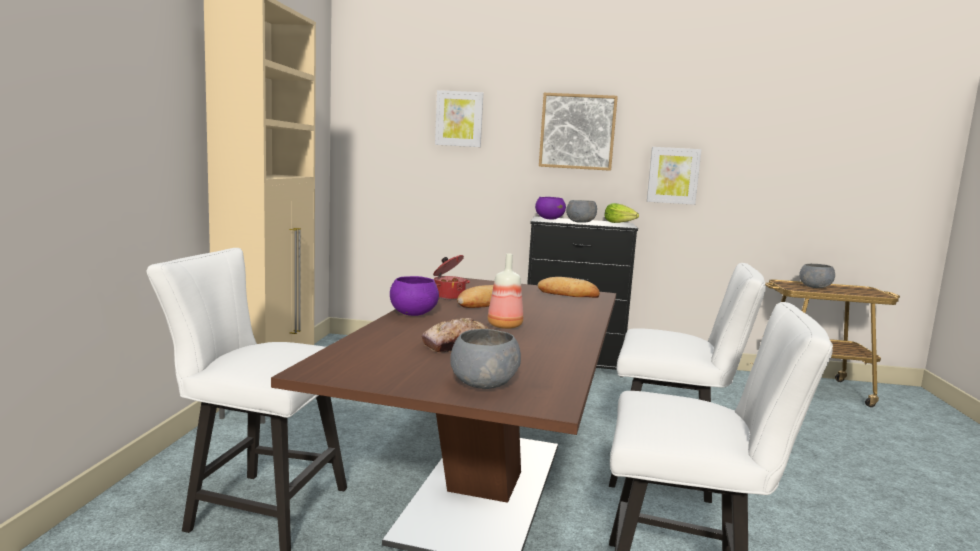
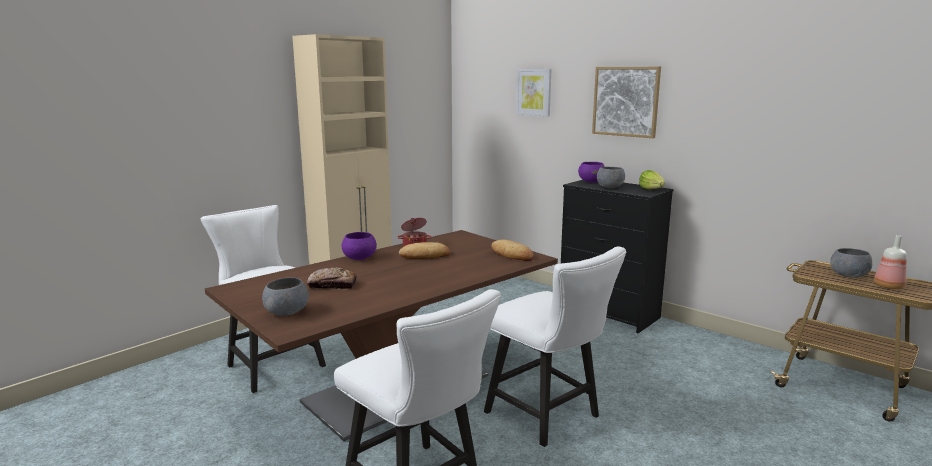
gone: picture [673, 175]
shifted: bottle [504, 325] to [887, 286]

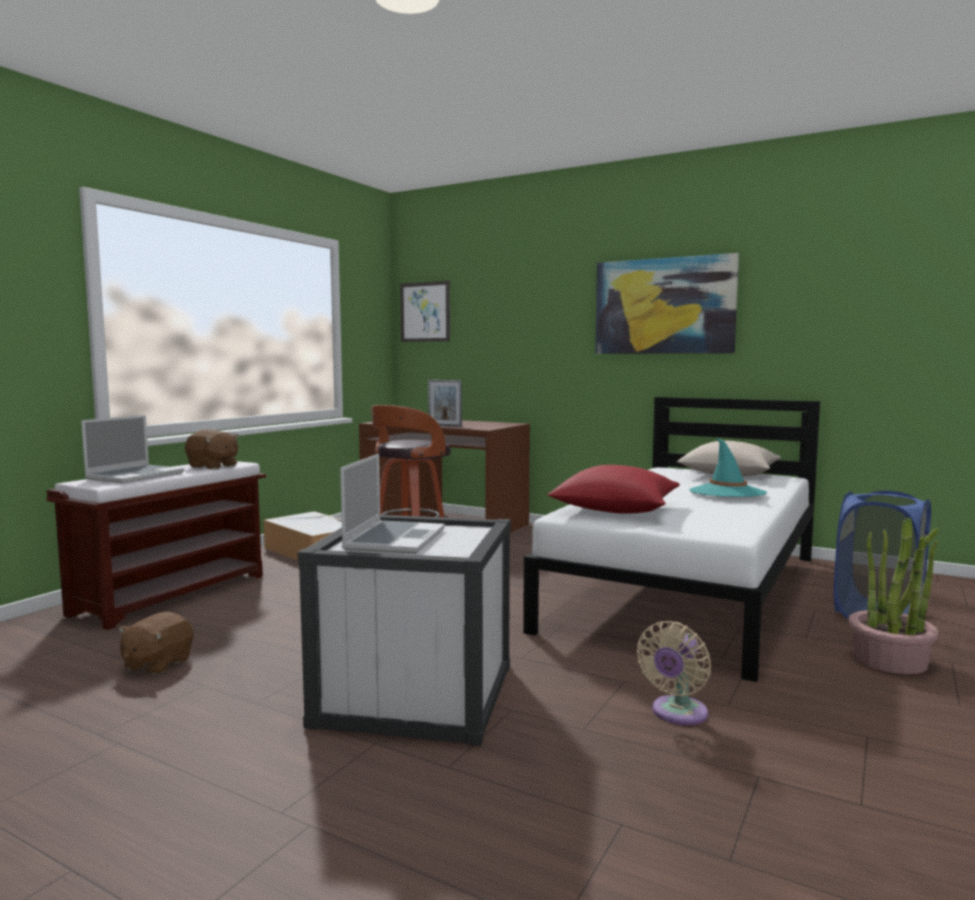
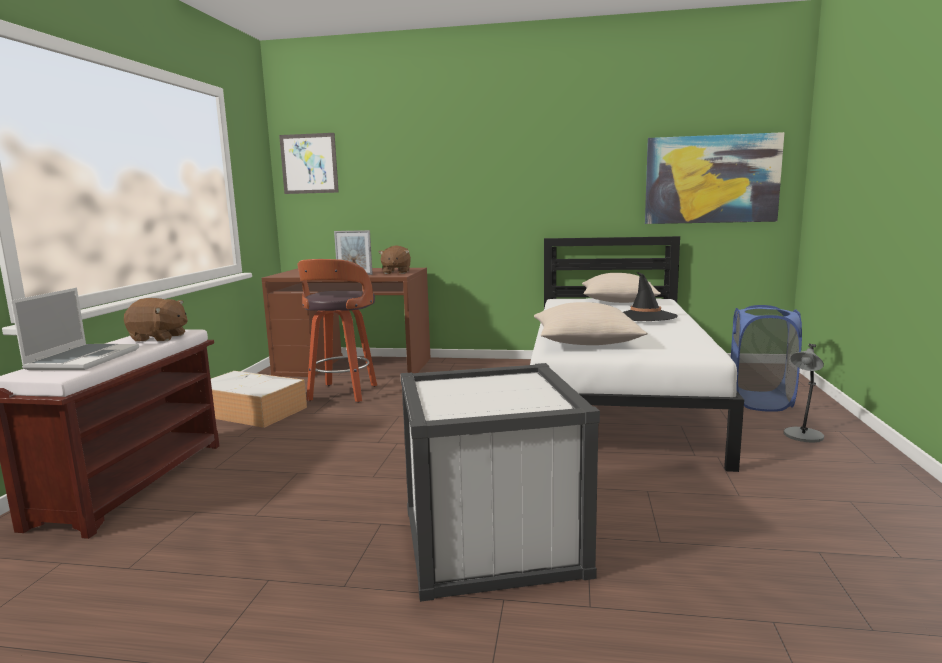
gone: laptop [394, 539]; fan/beige [677, 714]
shifted: plush toy/brown [157, 664] to [396, 272]; picture [664, 306] to [711, 179]
swapped: potted plant [890, 660] to table lamp/grey [803, 436]
repainted: pillow/red [615, 510] to pillow/beige [585, 342]; hat/turquoise [727, 492] to hat/black [645, 317]

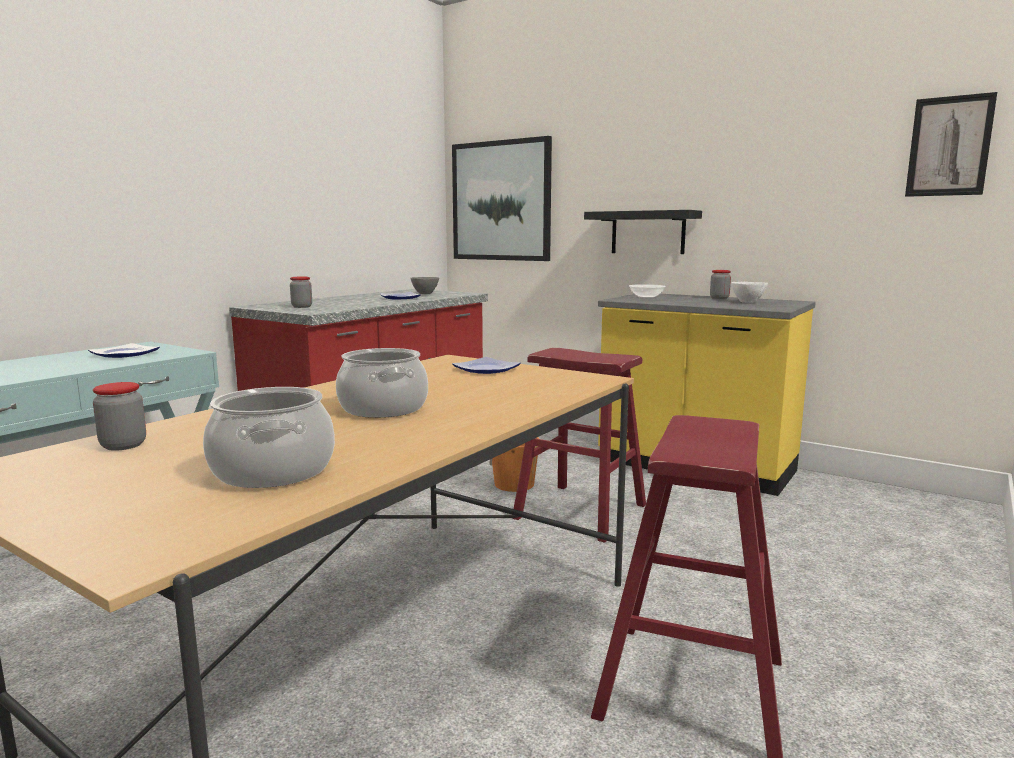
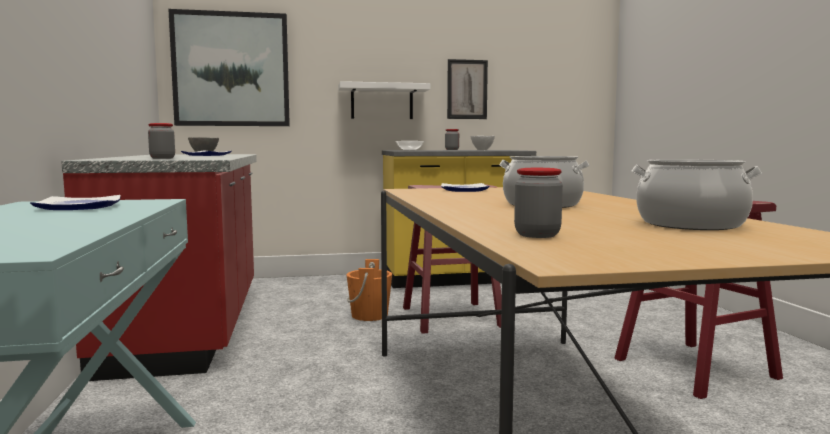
shifted: picture [949, 146] to [467, 89]
repainted: shelf/black [648, 232] to shelf/white [382, 102]

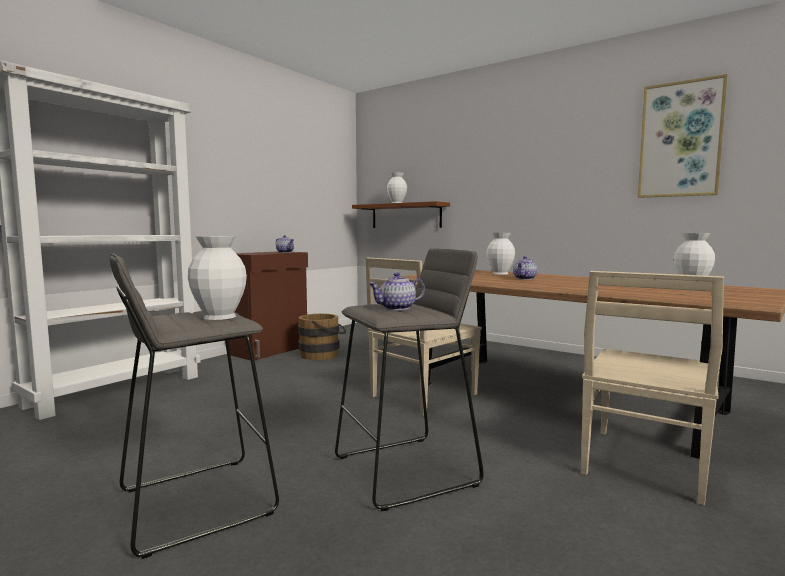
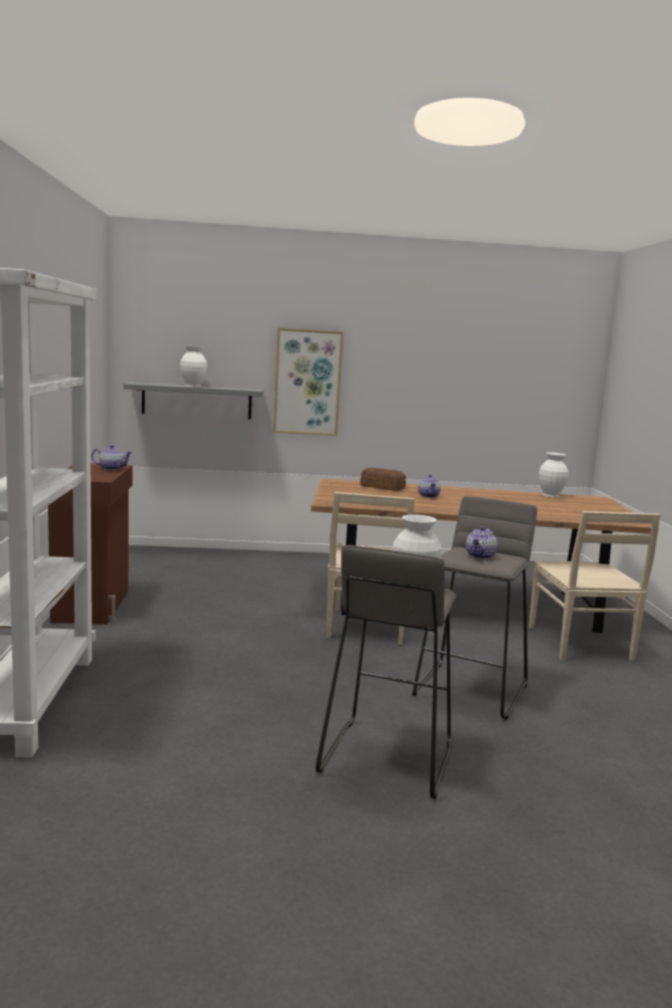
gone: bucket/brown [323, 355]
shifted: picture [680, 139] to [307, 382]
swapped: vase/white [499, 273] to bread [382, 487]
repainted: shelf/brown [406, 216] to shelf/grey [197, 401]

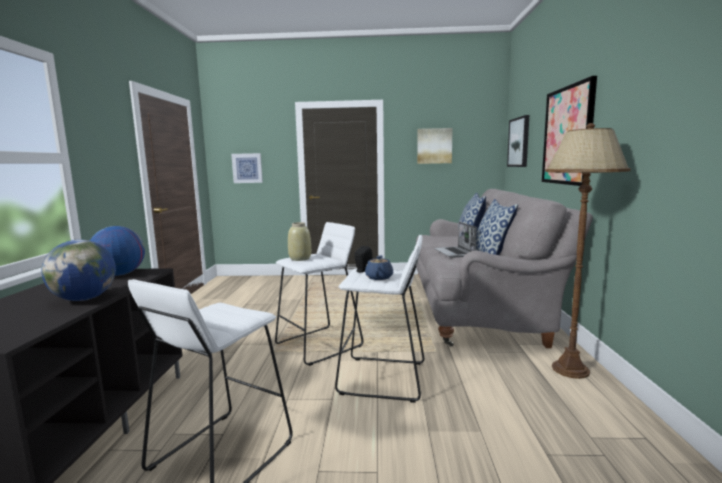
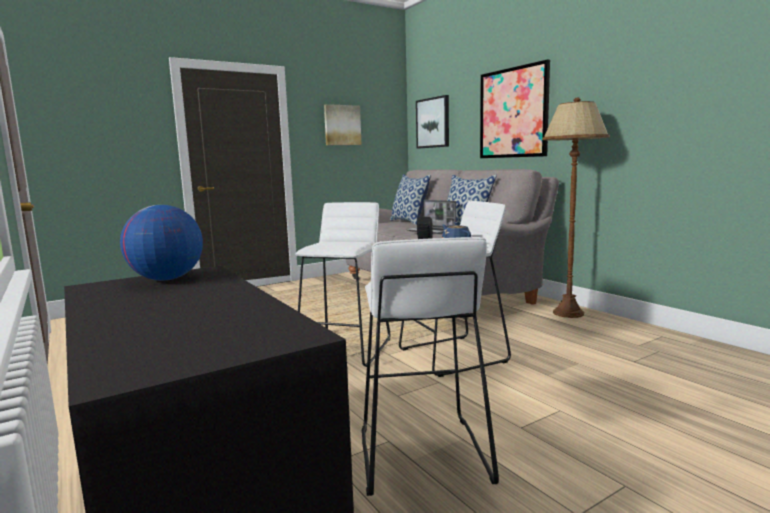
gone: globe [85, 299]; picture [247, 168]; vase/beige [300, 258]

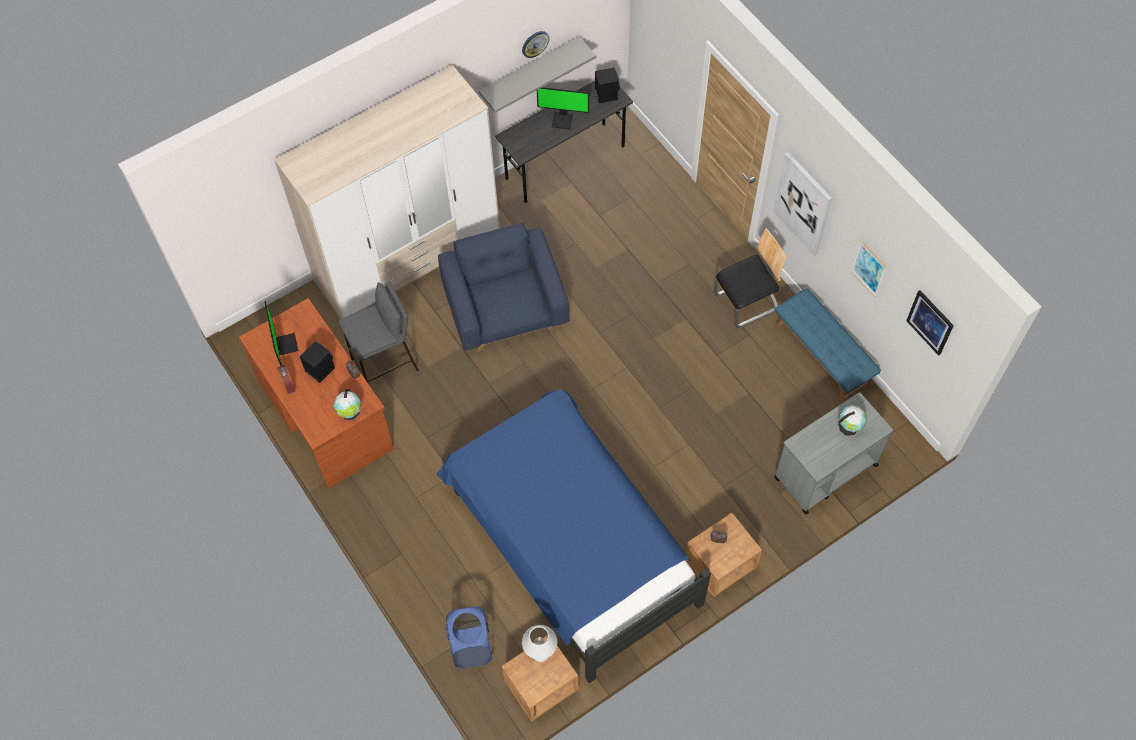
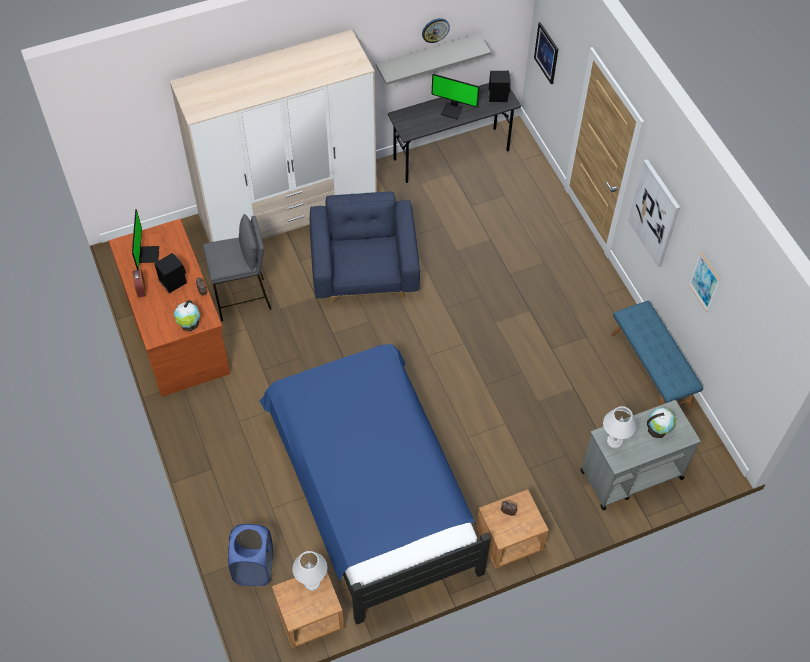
gone: chair [746, 302]
new: table lamp/white [614, 441]
shifted: picture [930, 322] to [546, 53]

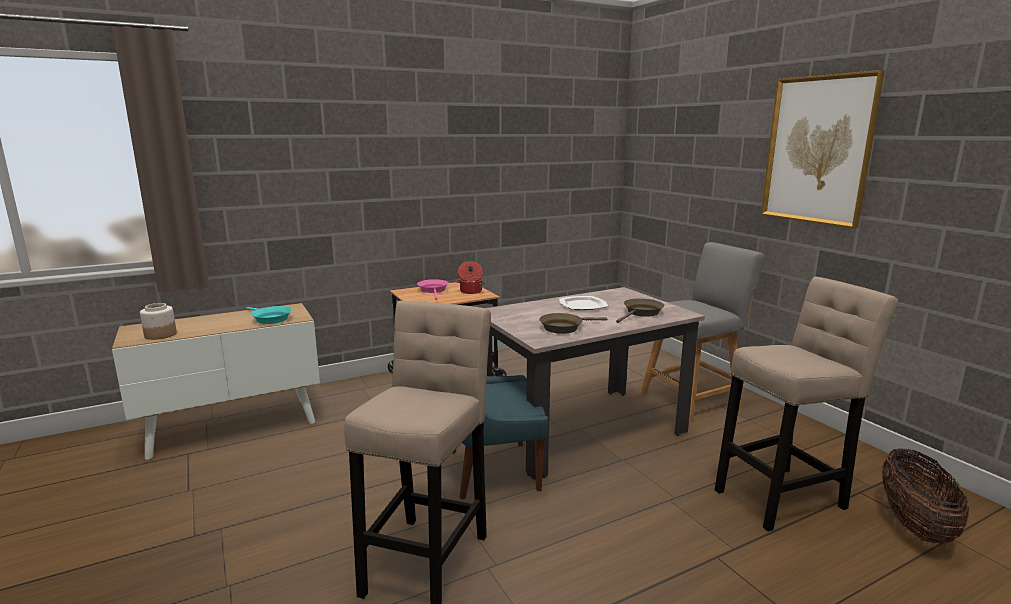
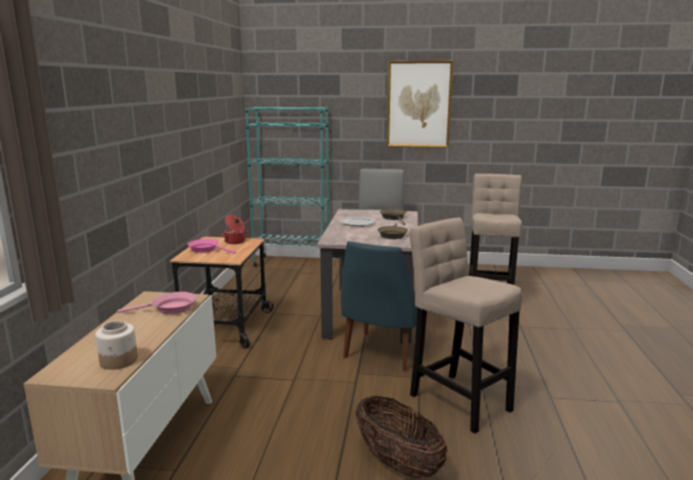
new: bookcase/turquoise [292, 262]
shifted: basket [914, 524] to [397, 463]
repainted: frying pan/turquoise [269, 319] to frying pan/pink [170, 308]

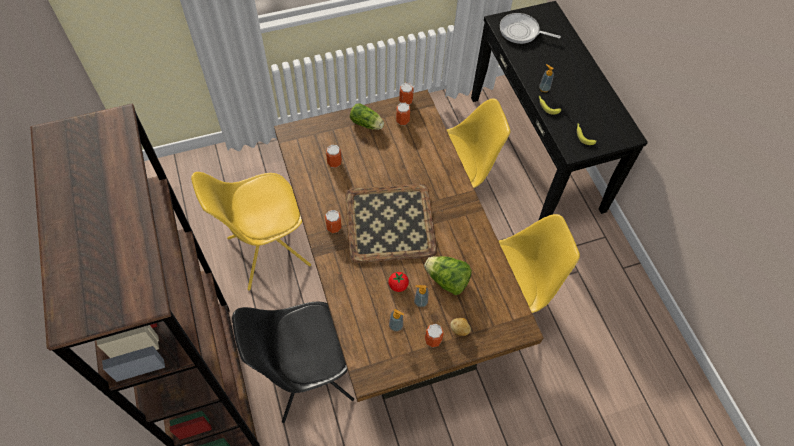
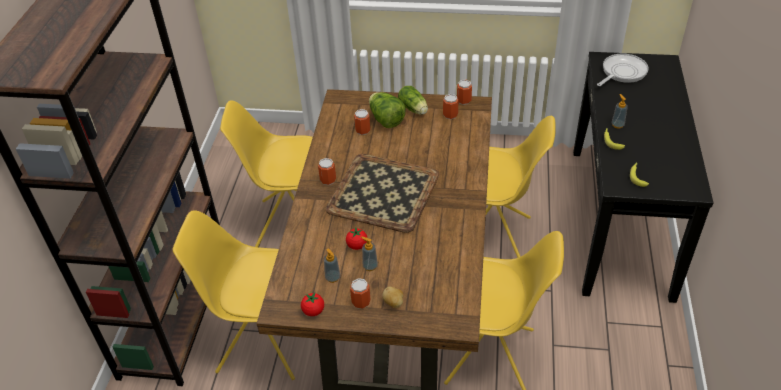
new: tomato [313, 311]
shifted: lettuce [447, 280] to [386, 120]
repainted: chair/black [307, 378] to chair/yellow [262, 343]
rotated: frying pan [521, 32] = [622, 72] 90 degrees clockwise

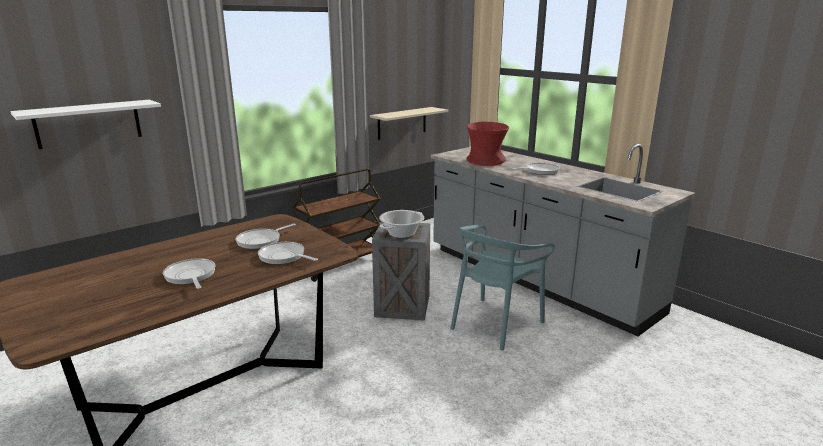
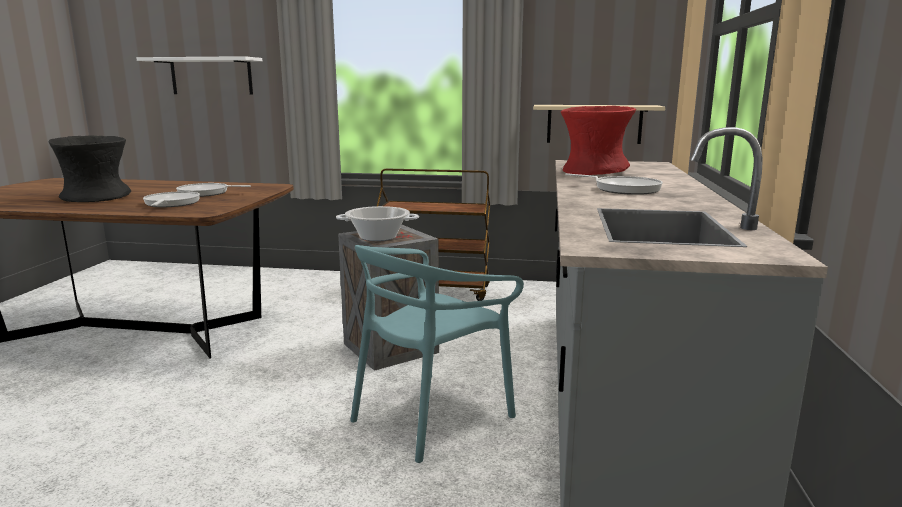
swapped: frying pan [190, 276] to vase/black [96, 197]
rotated: chair/turquoise [495, 323] = [431, 415] 45 degrees counterclockwise

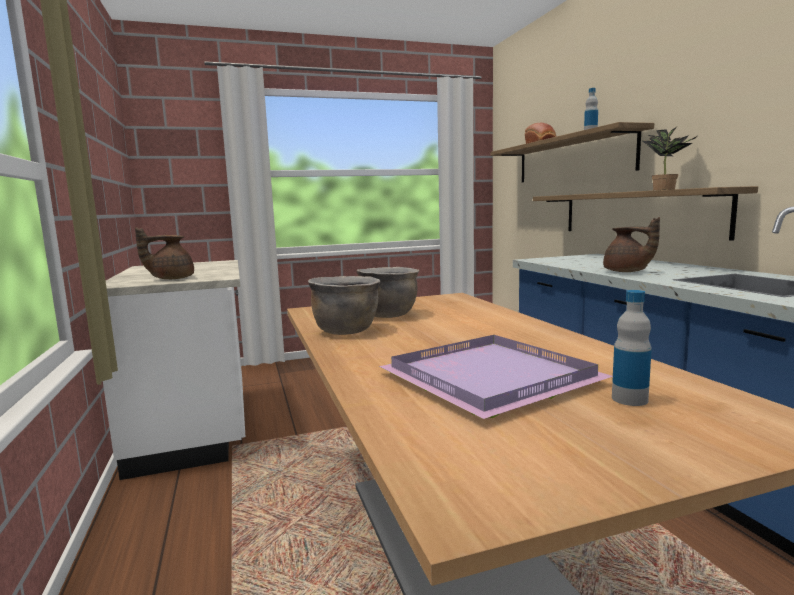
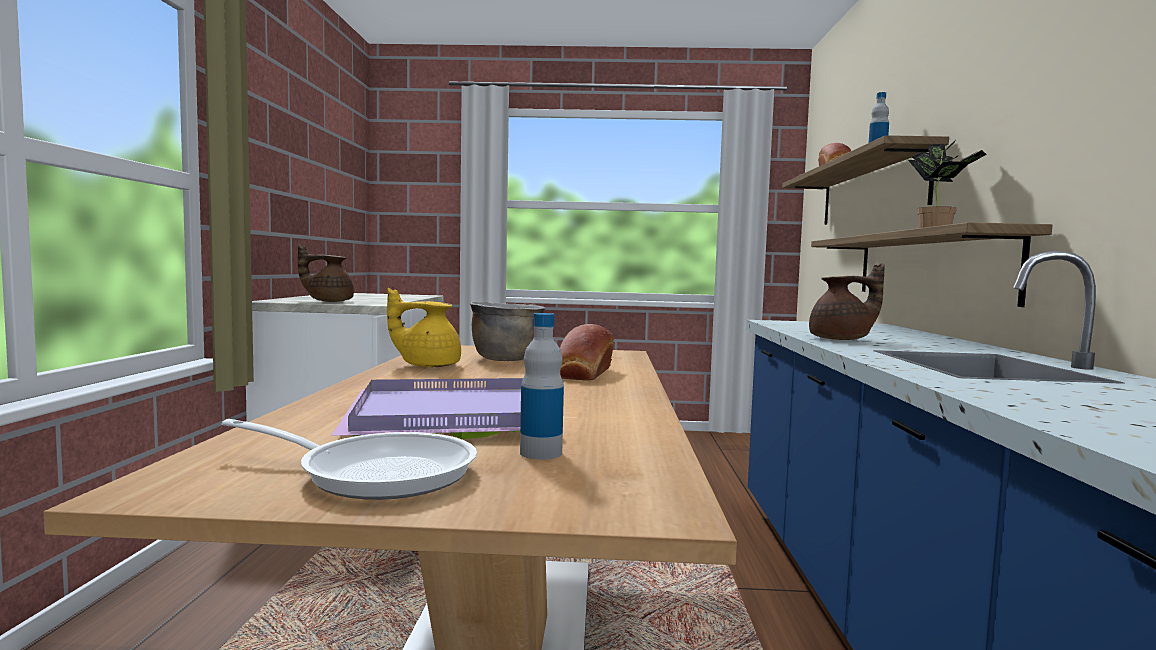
new: frying pan [376, 472]; bread [583, 374]
swapped: cooking pot/brown [346, 331] to teapot/yellow [428, 365]
rotated: teapot/brown [626, 272] = [842, 339] 75 degrees counterclockwise

